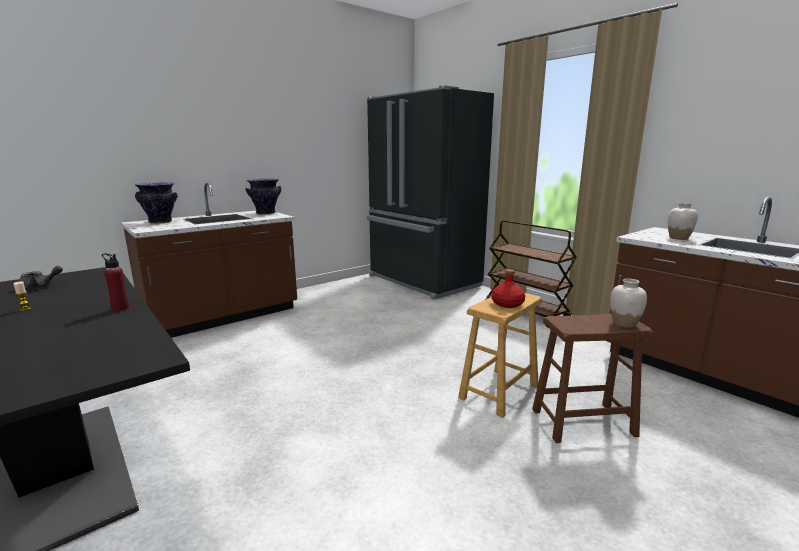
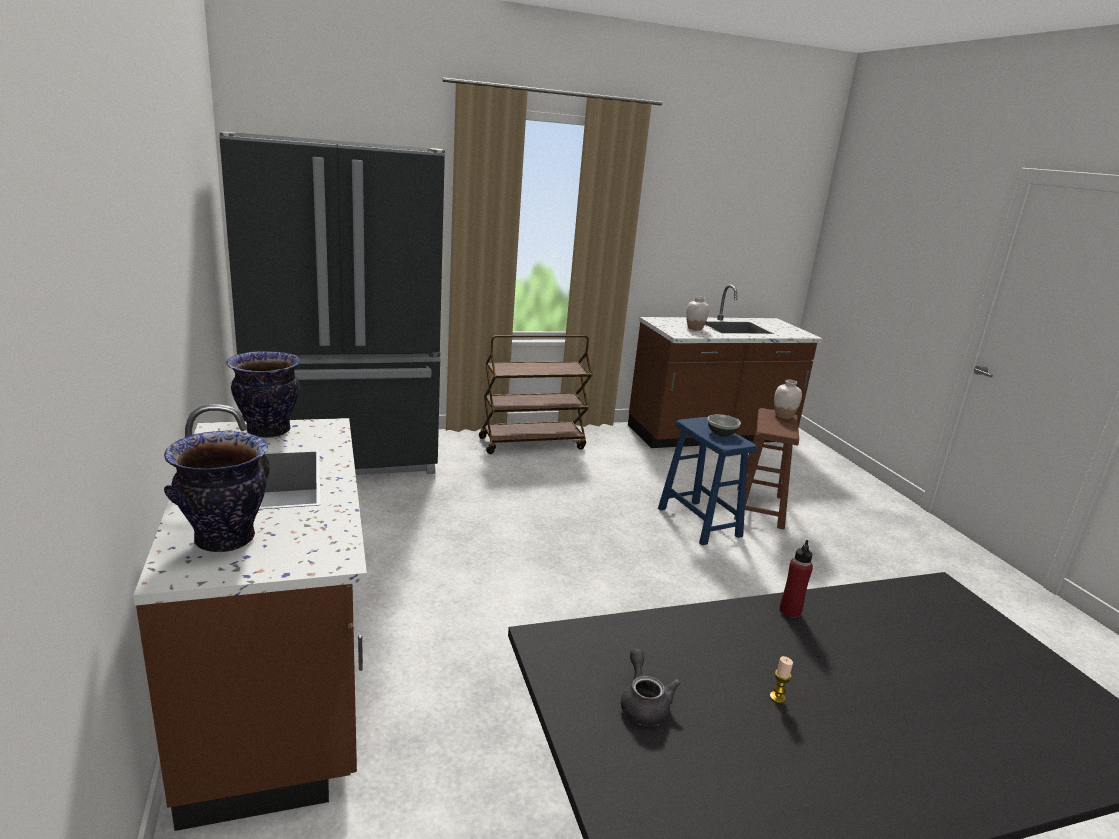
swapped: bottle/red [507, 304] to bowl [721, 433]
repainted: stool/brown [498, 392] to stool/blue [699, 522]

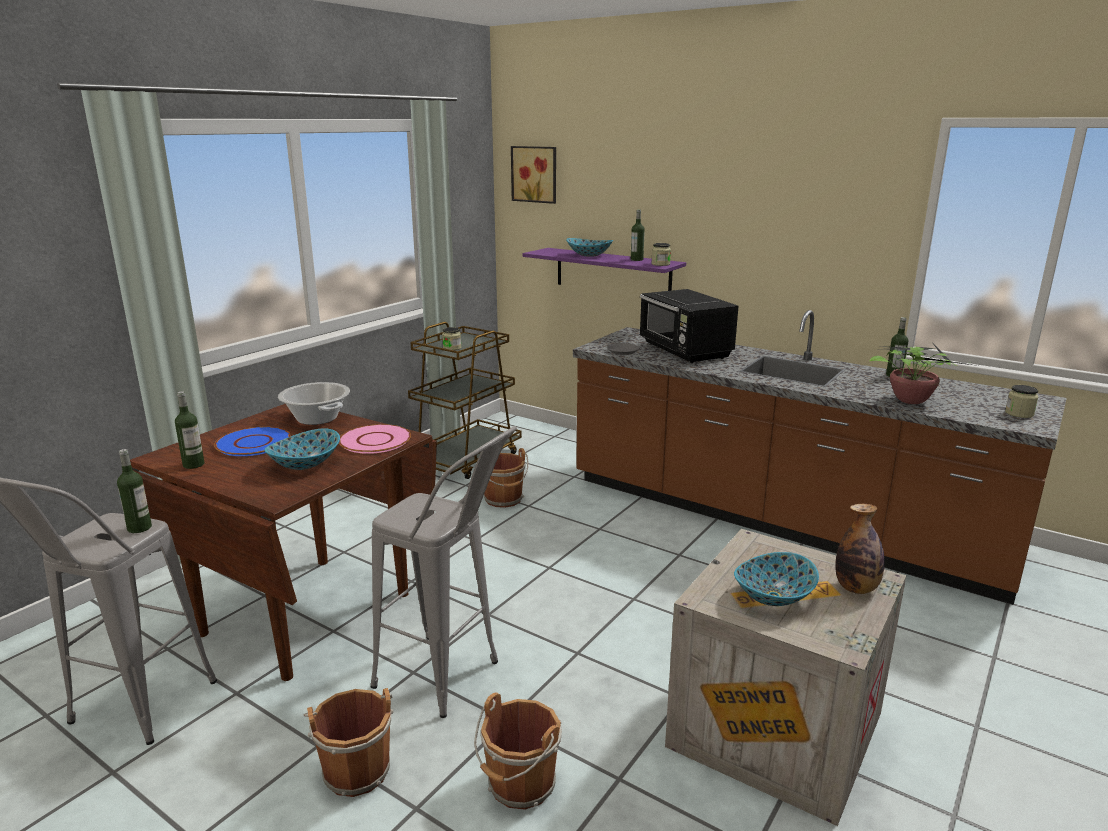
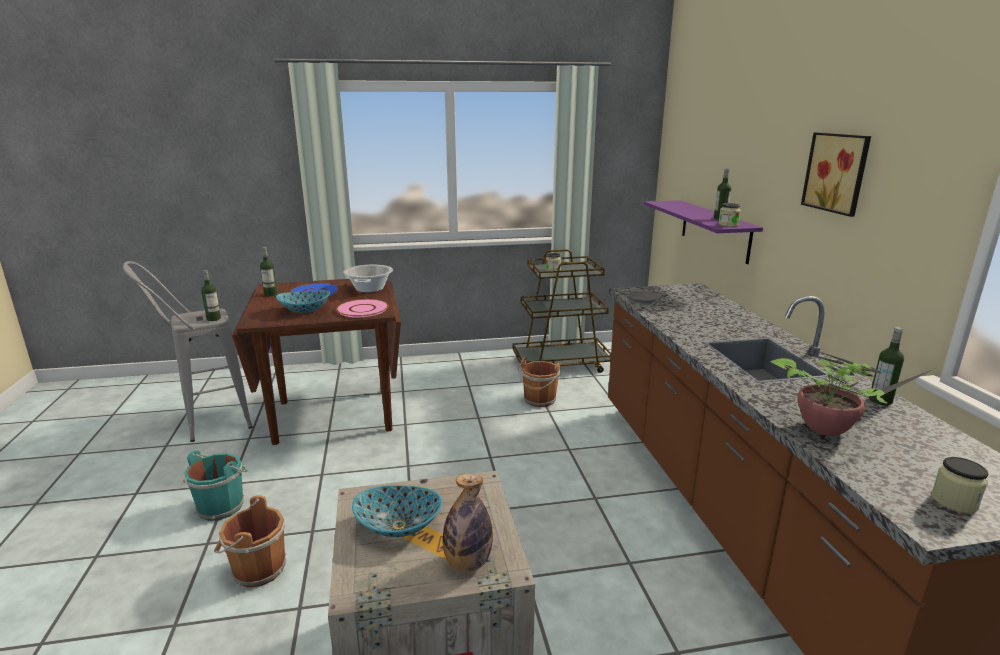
gone: stool/grey [451, 681]; bowl [589, 255]; microwave/black [684, 351]
shifted: picture [535, 174] to [838, 172]
repainted: bucket/brown [355, 769] to bucket/turquoise [222, 505]

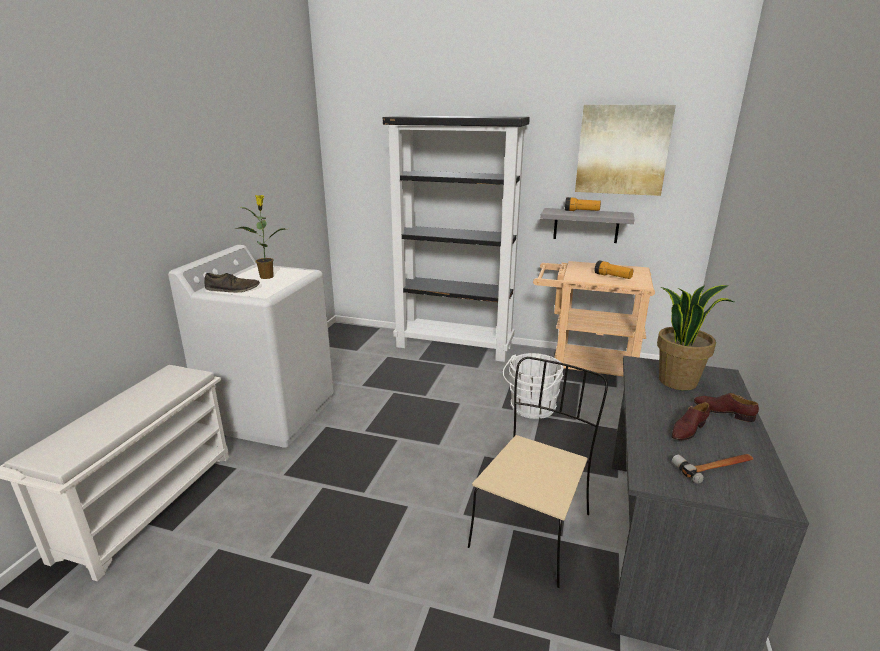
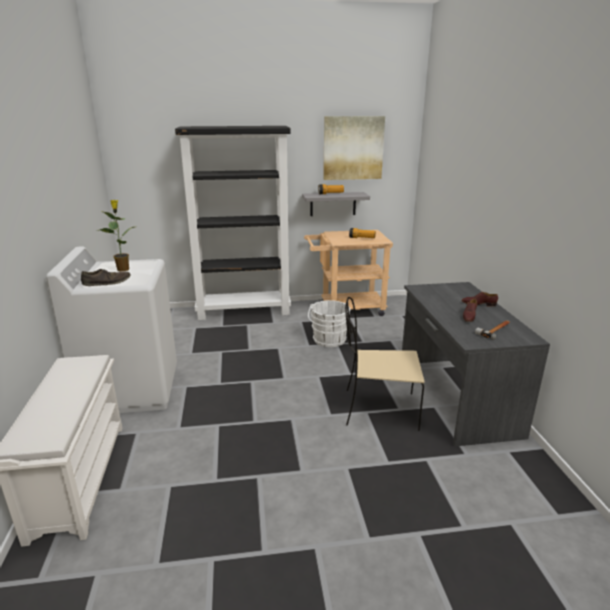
gone: potted plant [677, 381]
rotated: chair/beige [532, 528] = [378, 409] 90 degrees counterclockwise

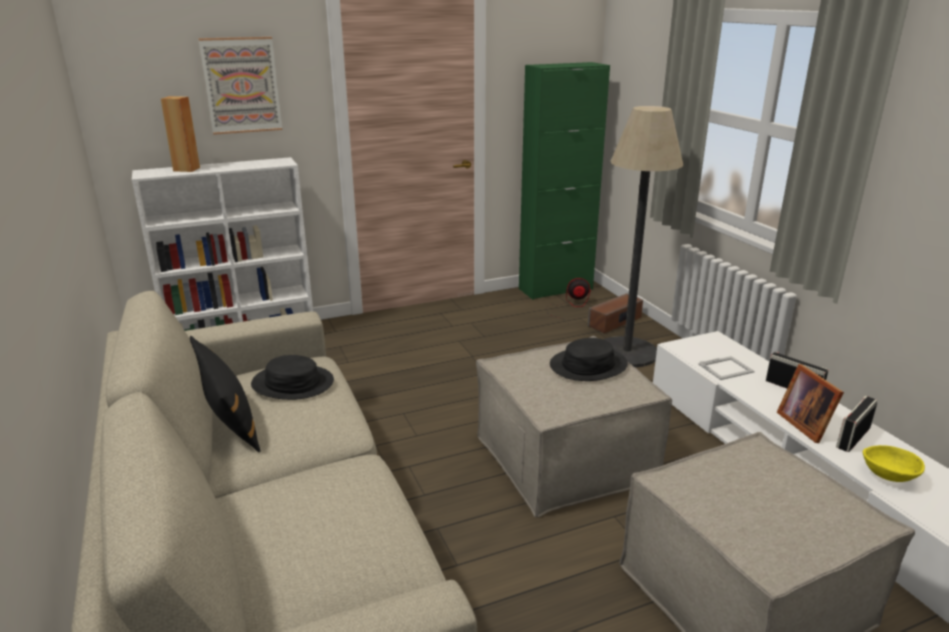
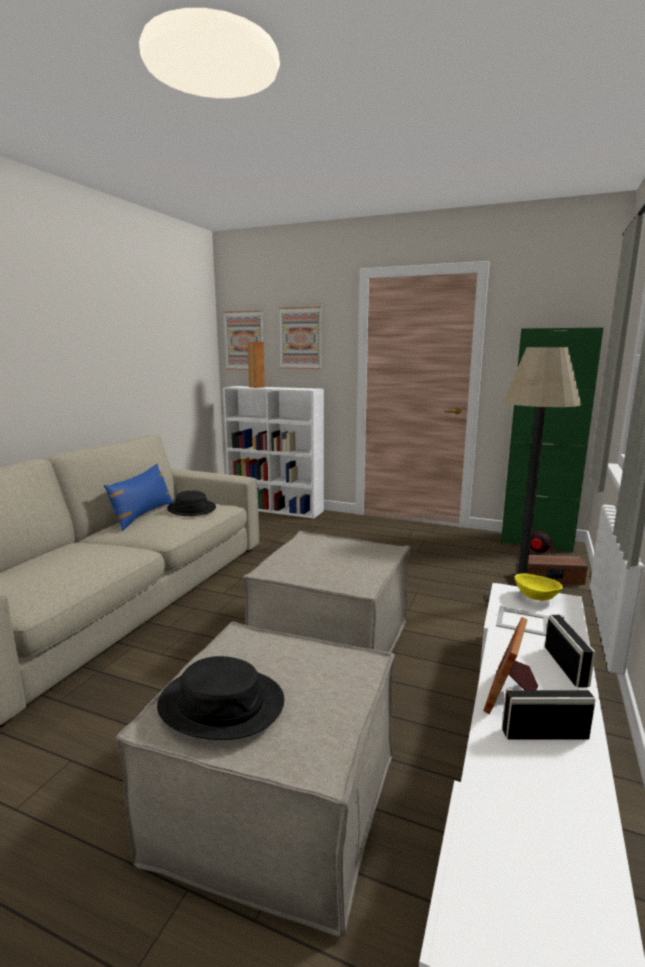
new: picture [244, 340]
shifted: hat/black [588, 365] to [221, 703]; bowl/yellow [888, 476] to [536, 598]
repainted: pillow/black [227, 419] to pillow/blue [143, 515]

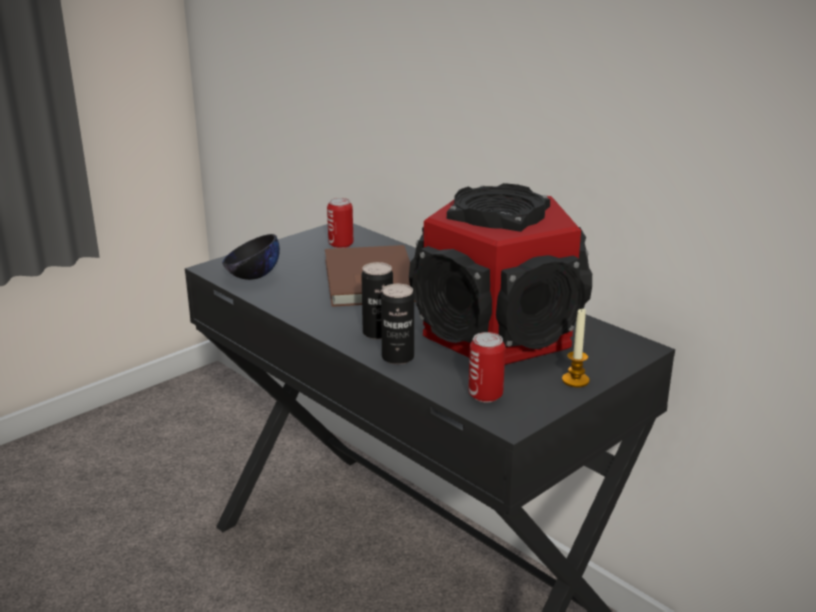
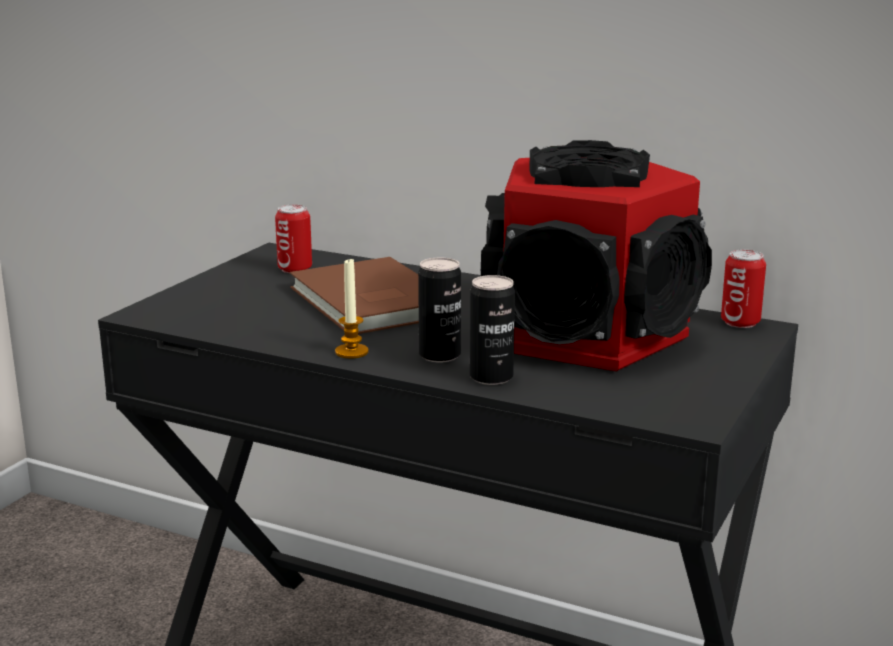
gone: bowl/black [252, 277]
shifted: can [485, 395] to [740, 322]; candle [575, 380] to [351, 352]

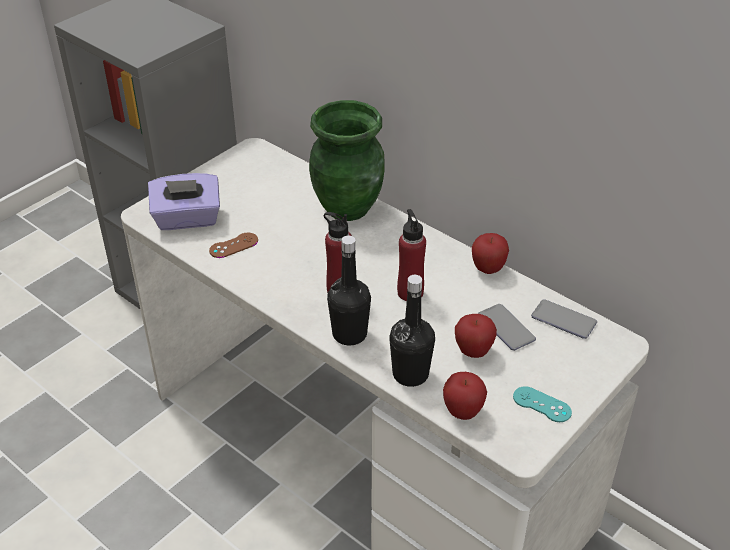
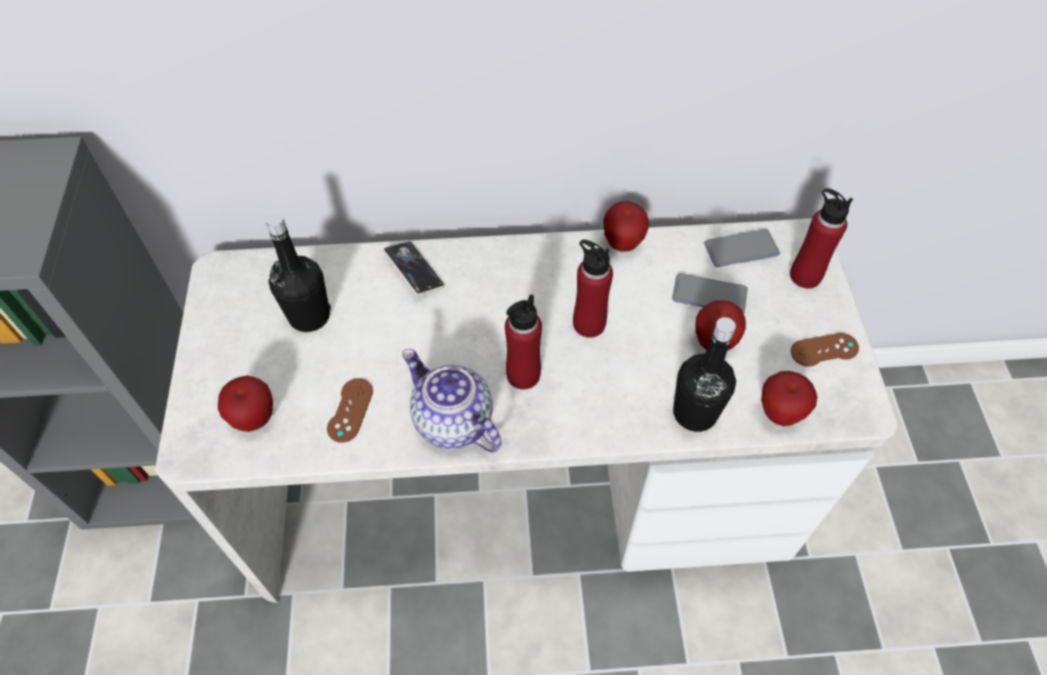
new: teapot [452, 421]; bottle/red [805, 276]
shifted: bottle/black [349, 334] to [309, 316]
swapped: tissue box/purple [187, 219] to apple [254, 419]; vase/green [348, 207] to phone [414, 271]
repainted: game controller/turquoise [542, 404] to game controller/brown [824, 350]

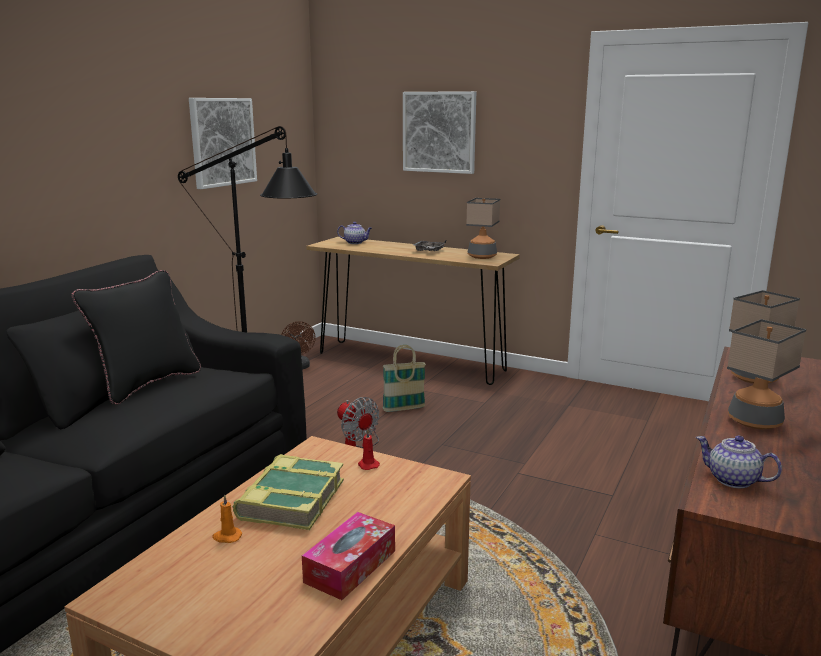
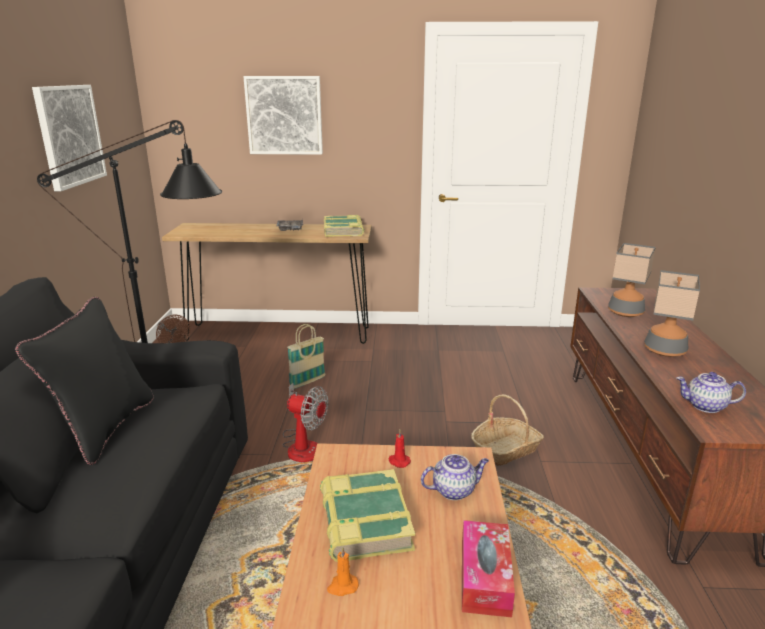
new: basket [506, 449]
shifted: teapot [355, 242] to [454, 490]
swapped: table lamp [482, 256] to book [343, 231]

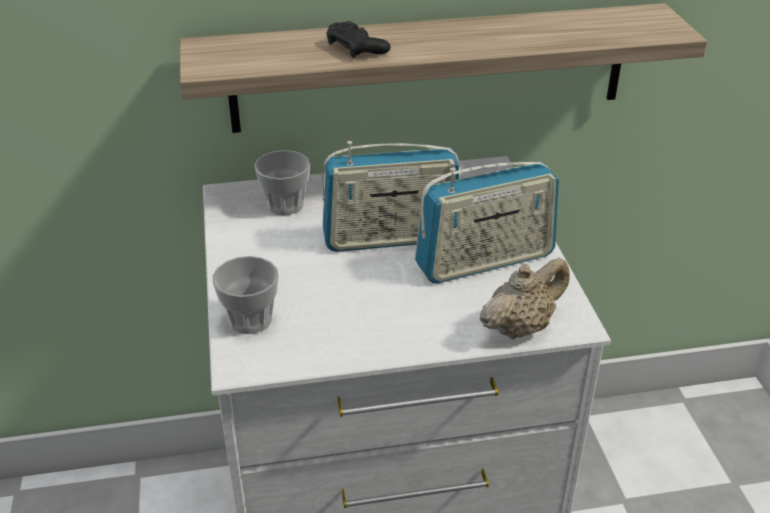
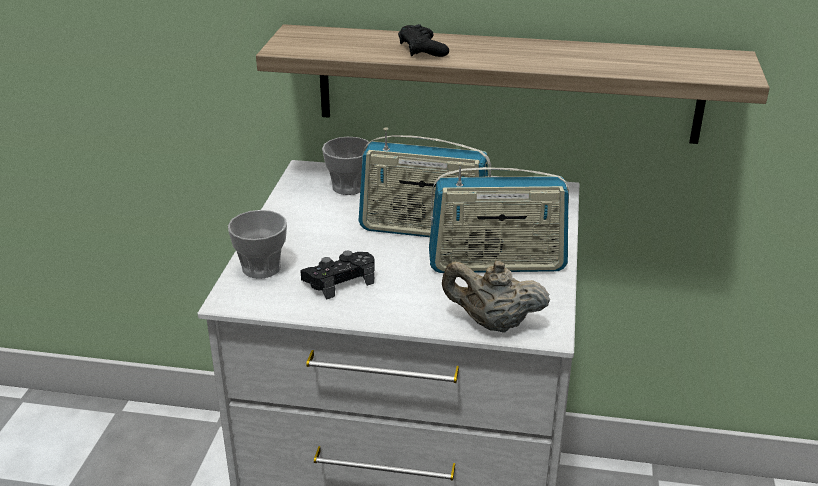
new: game controller/black [340, 280]
rotated: teapot/beige [520, 327] = [493, 323] 150 degrees counterclockwise

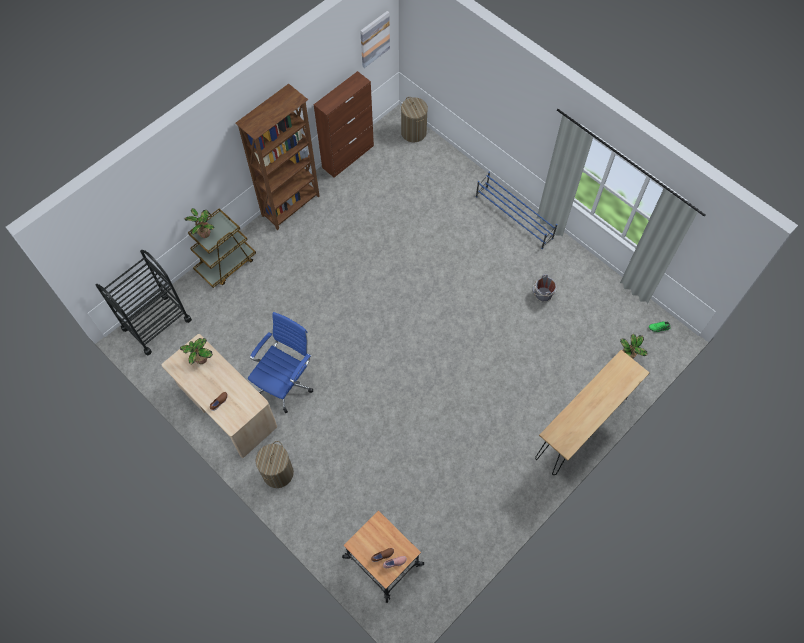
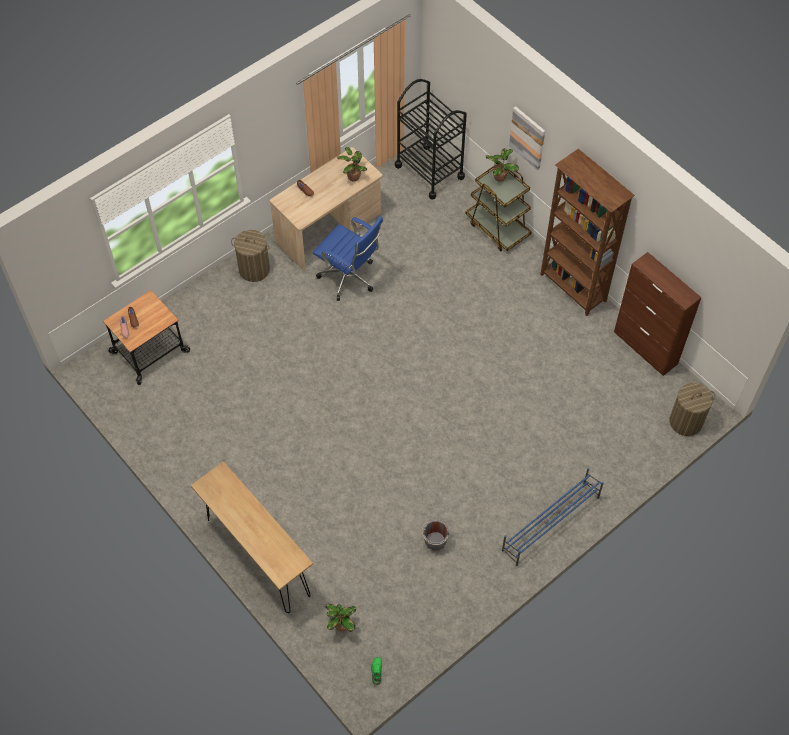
shifted: picture [374, 39] to [527, 137]

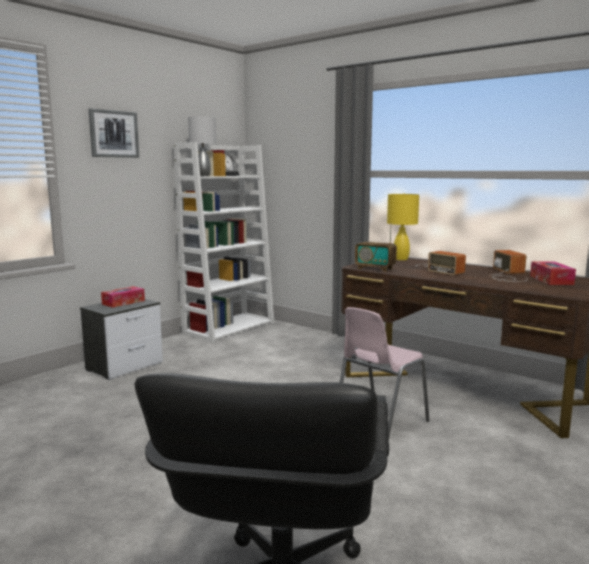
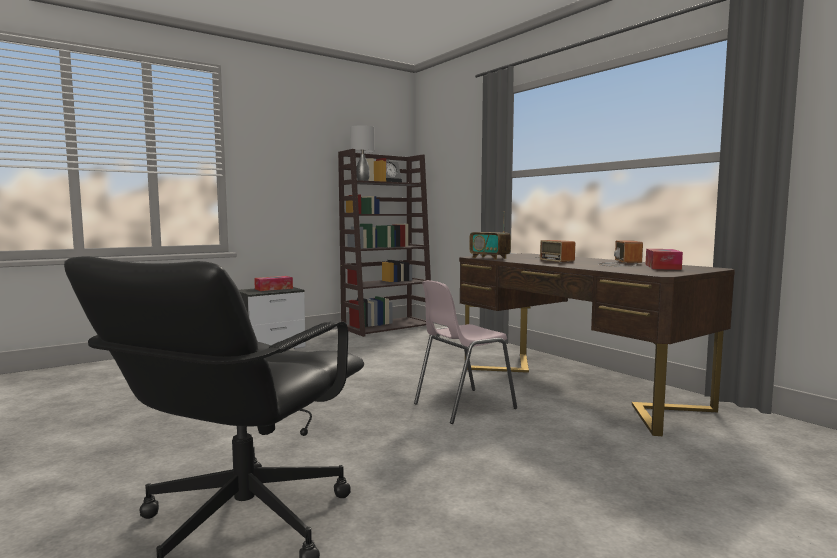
gone: picture [113, 134]; table lamp/yellow [401, 259]
repainted: bookcase/white [229, 327] to bookcase/brown [388, 327]

